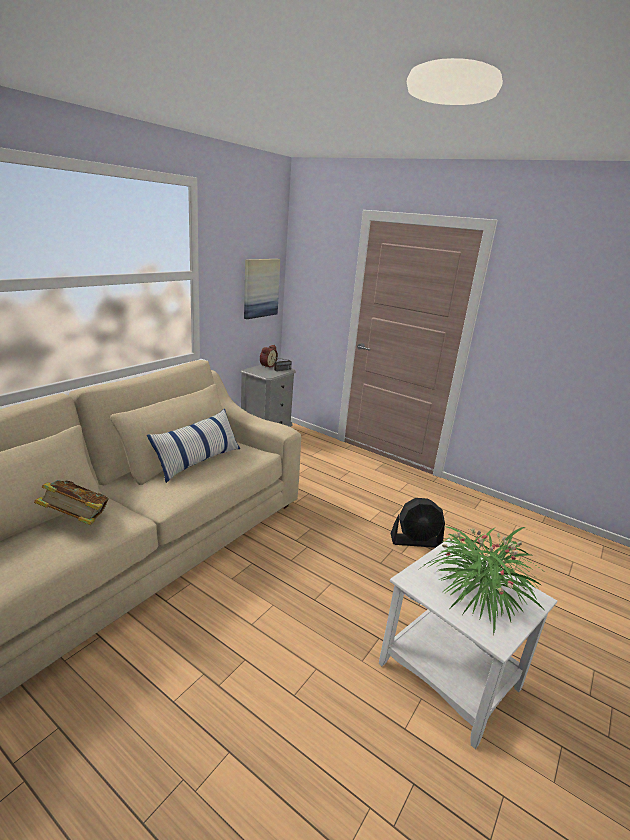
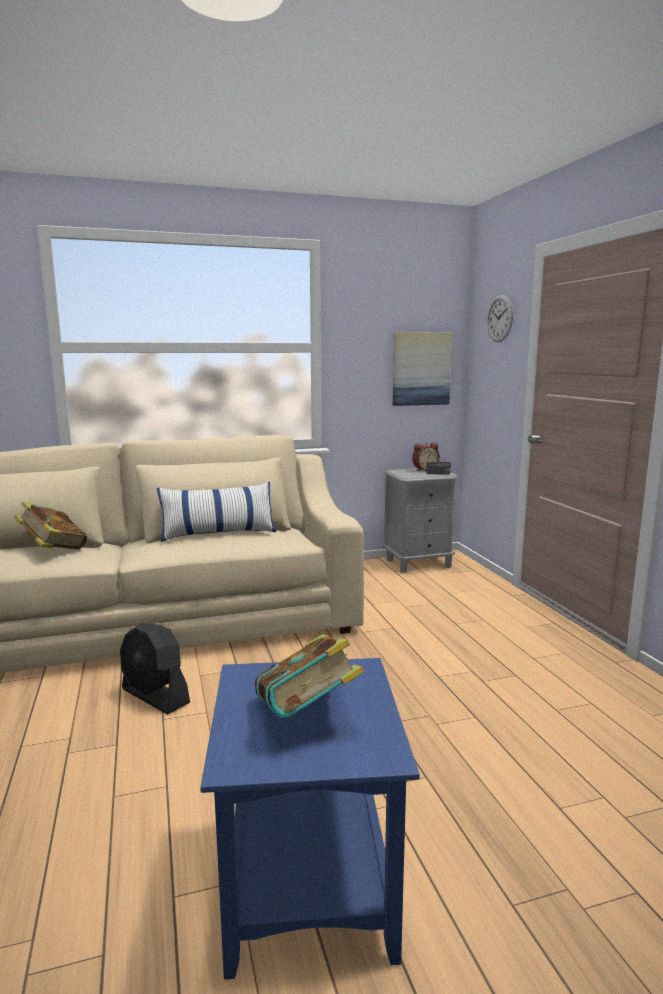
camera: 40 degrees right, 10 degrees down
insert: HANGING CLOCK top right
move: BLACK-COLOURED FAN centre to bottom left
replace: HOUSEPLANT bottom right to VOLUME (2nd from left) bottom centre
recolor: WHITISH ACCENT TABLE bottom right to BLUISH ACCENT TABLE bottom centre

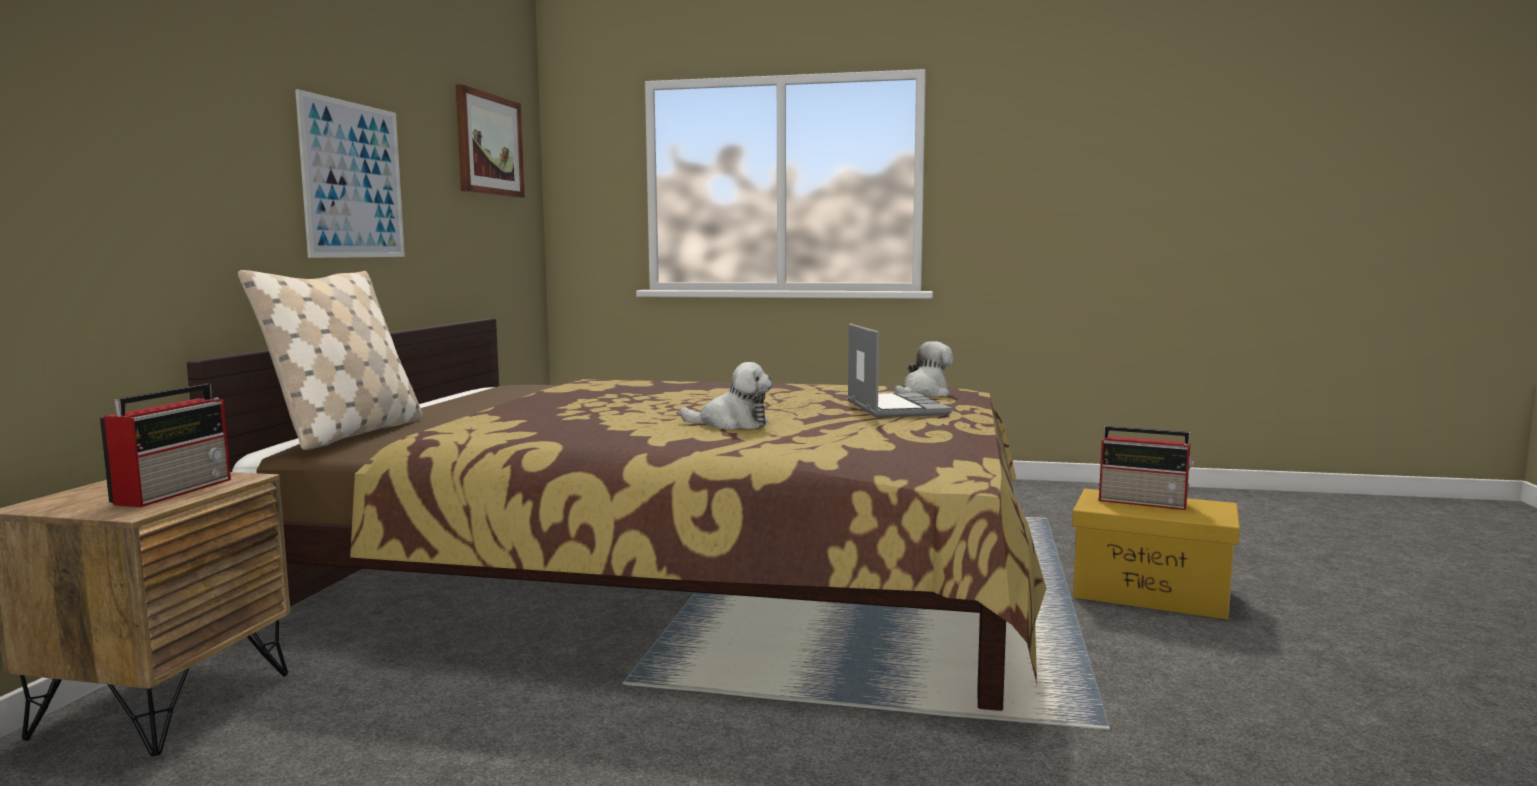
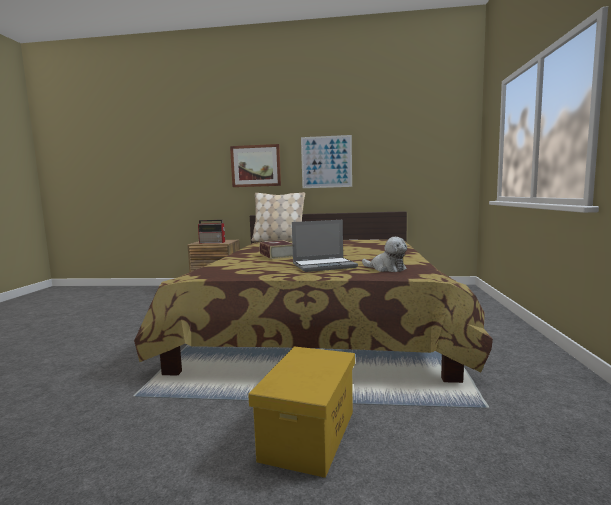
camera: 85 degrees right, 0 degrees up
delete: RADIO RECEIVER (2nd from left) middle right
move: WALL ART (2nd from left in the first image) top left to WALL ART (1st from left) top centre
replace: PLUSH TOY (1st from left) centre to VOLUME centre

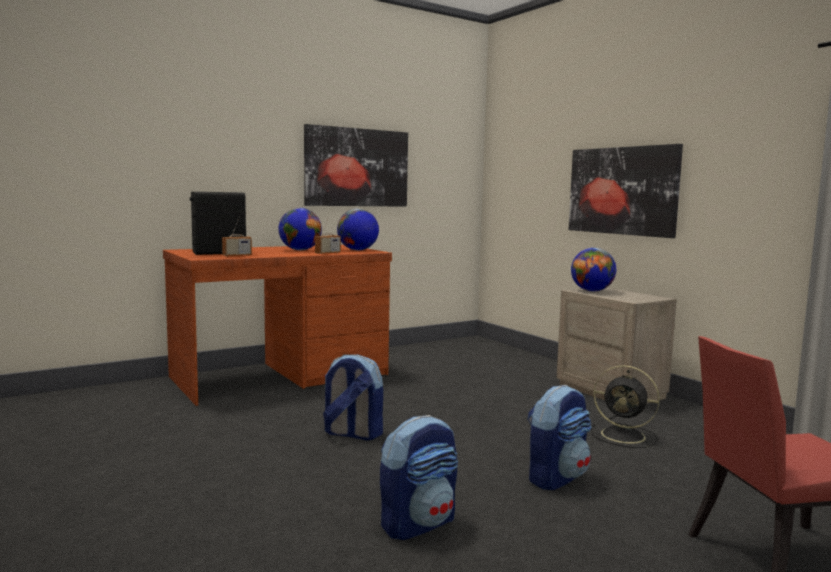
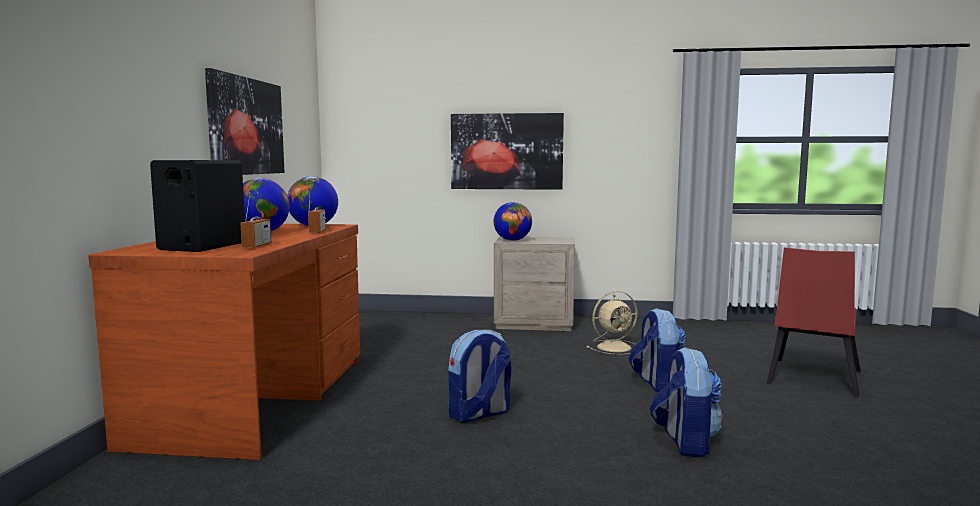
camera: 50 degrees left, 0 degrees up
recolor: BLACK-COLOURED FAN bottom right to SAND-COLOURED FAN centre

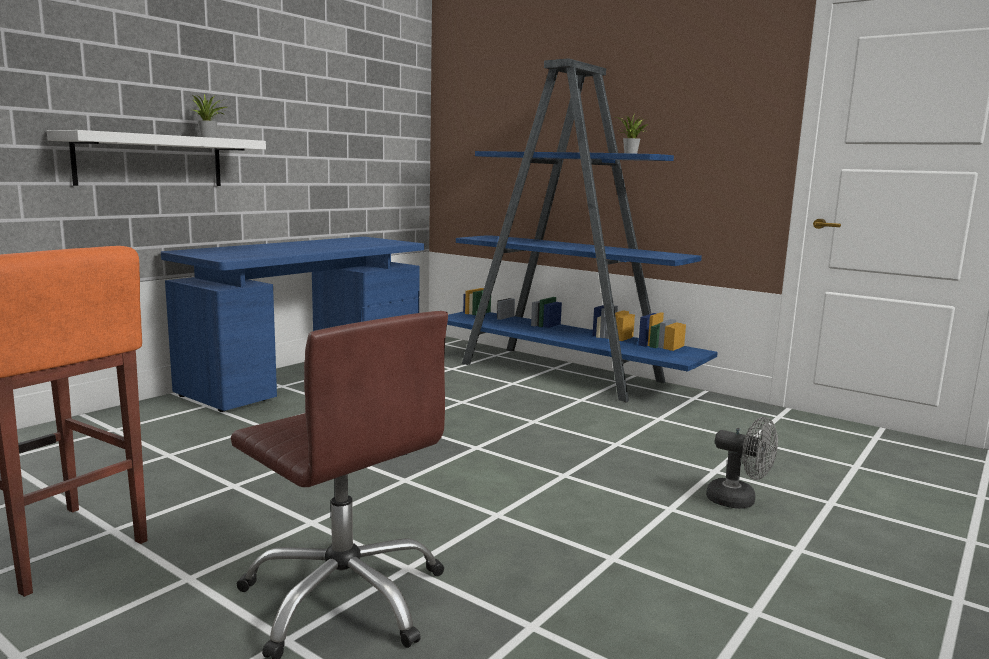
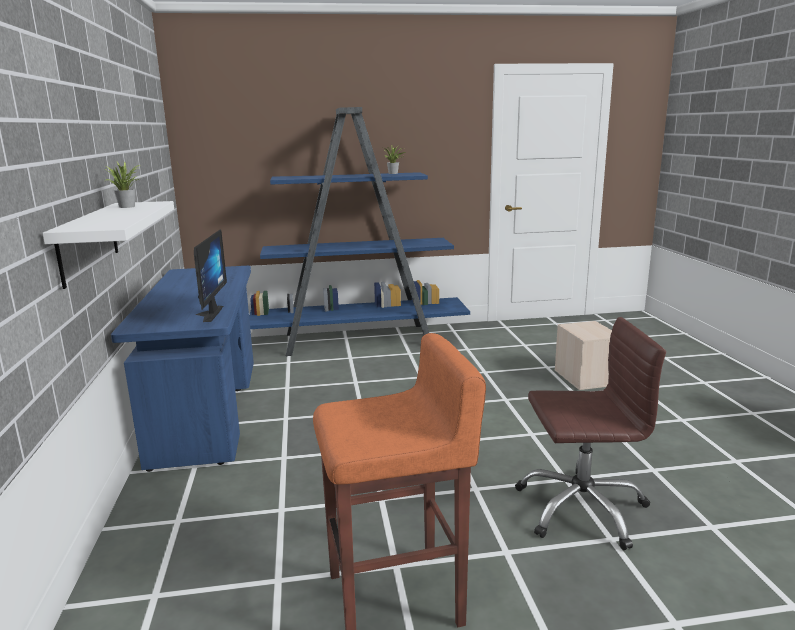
camera: 45 degrees left, 5 degrees up
insert: COMPUTER DISPLAY middle left
replace: GRAY FAN bottom right to SAND-COLOURED STORAGE BOX middle right

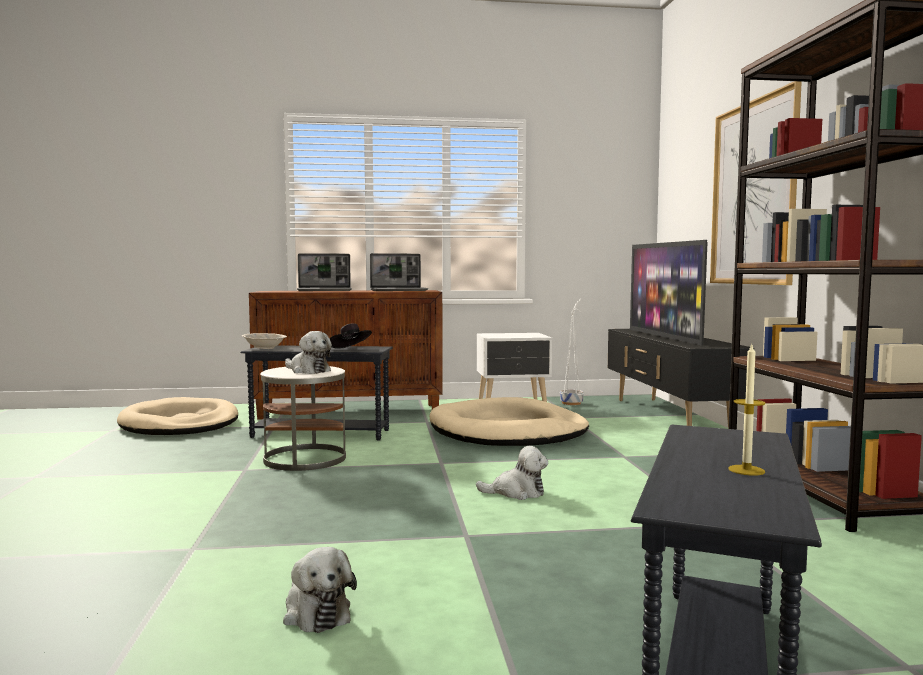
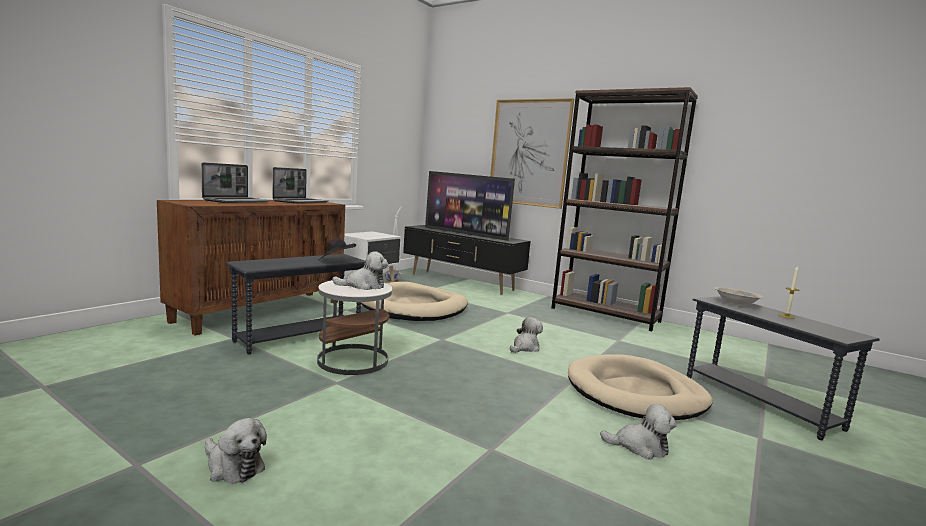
camera: 50 degrees left, 5 degrees up
insert: PLUSH TOY (1st from left) bottom left
move: SAND-COLOURED SERVING BOWL middle left to middle right; SAND-COLOURED PET BED (1st from left in the first image) middle left to SAND-COLOURED PET BED (2nd from left) bottom right

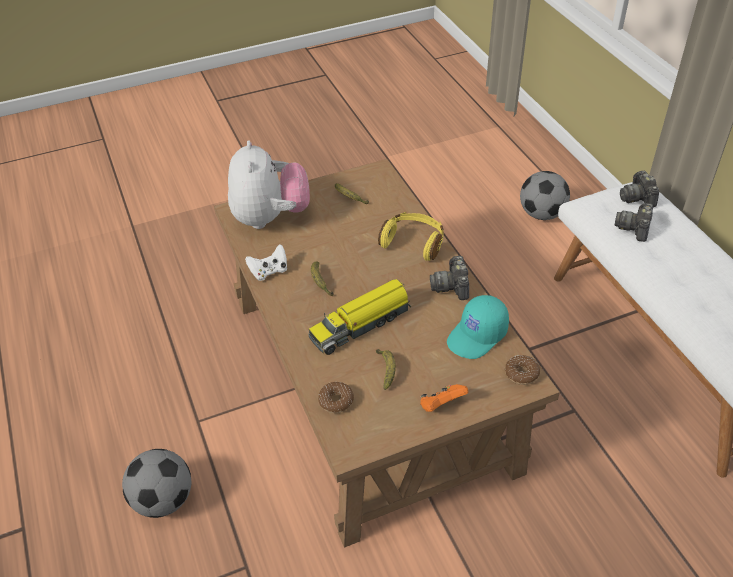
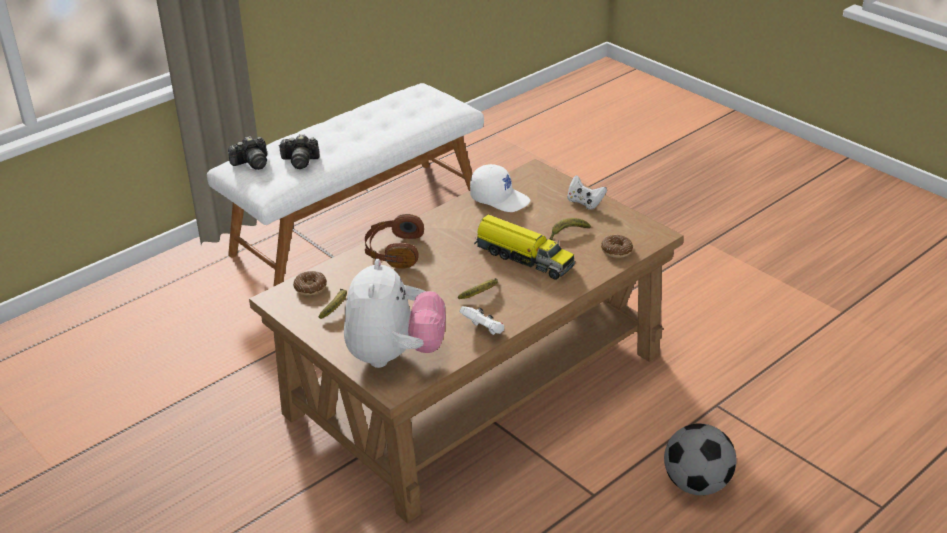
camera: 110 degrees left, 10 degrees down
delete: FOOTBALL BALL (2nd from left) middle right; STILL CAMERA (1st from left) centre
move: DOUGHNUT (2nd from left in the first image) middle right to DOUGHNUT (1st from left) middle left
recolor: YELLOWISH PAIR OF HEADPHONES centre to BROWN-COLOURED PAIR OF HEADPHONES centre; TURQUOISE PEAKED CAP centre to WHITISH PEAKED CAP centre; ORANGE GAMEPAD bottom centre to WHITISH GAMEPAD (2nd from left) centre
rotate: PLUSH TOY top centre = centre 120 degrees clockwise

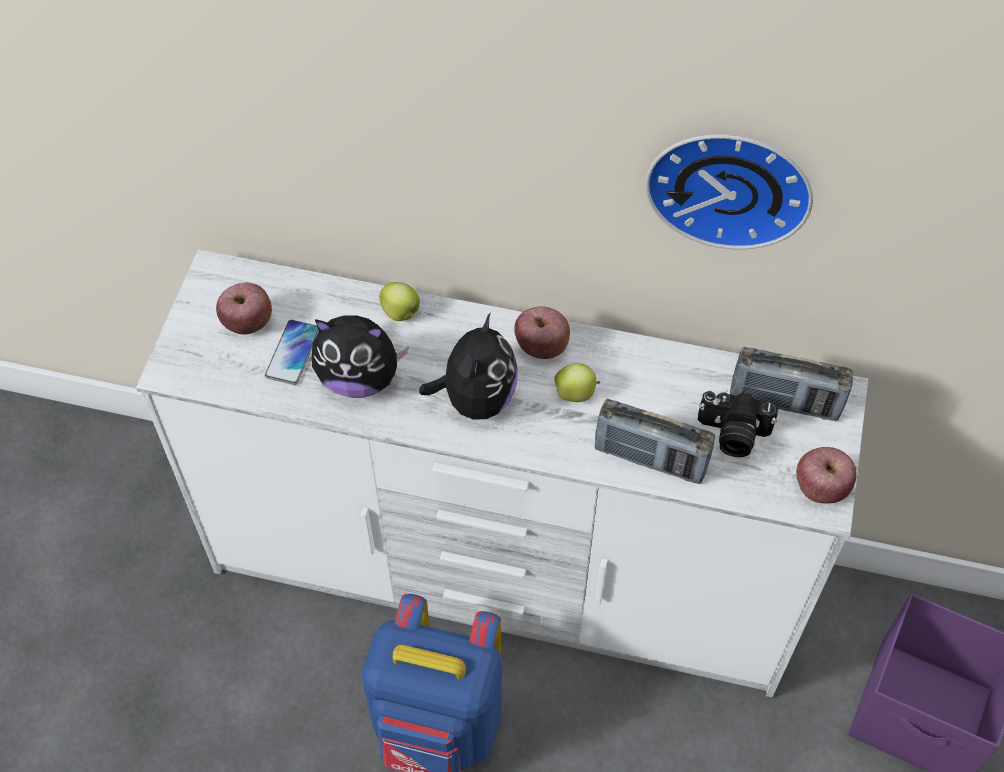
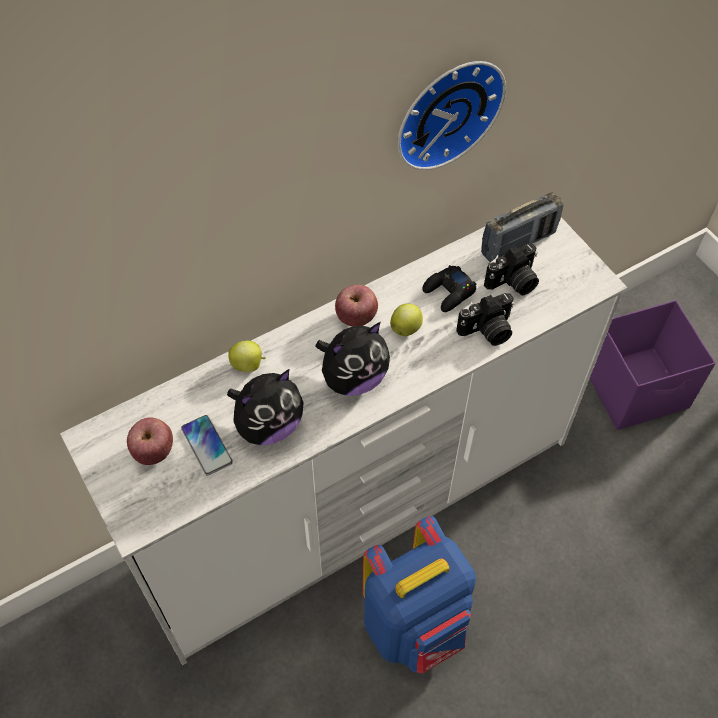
camera: 45 degrees left, 0 degrees up
delete: APPLE (5th from left) middle right
insert: BLACK-COLOURED GAMEPAD centre
replace: RADIO RECEIVER (1st from left) centre to STILL CAMERA (1st from left) middle right
rotate: PLUSH TOY (2nd from left) centre = centre 90 degrees clockwise

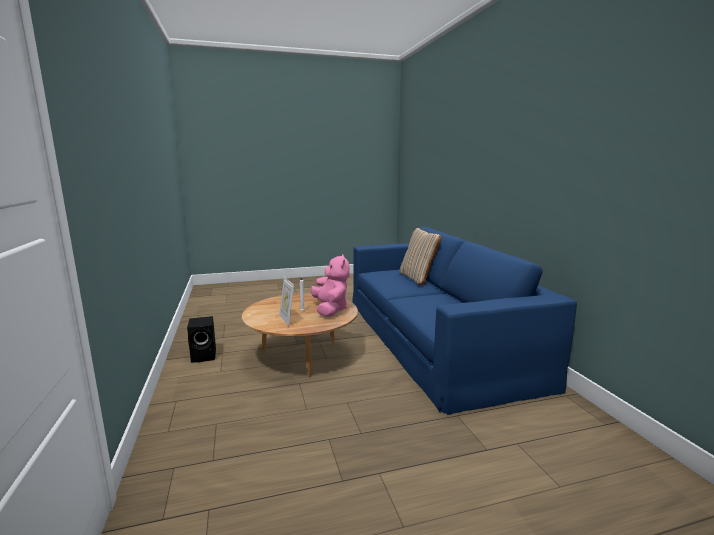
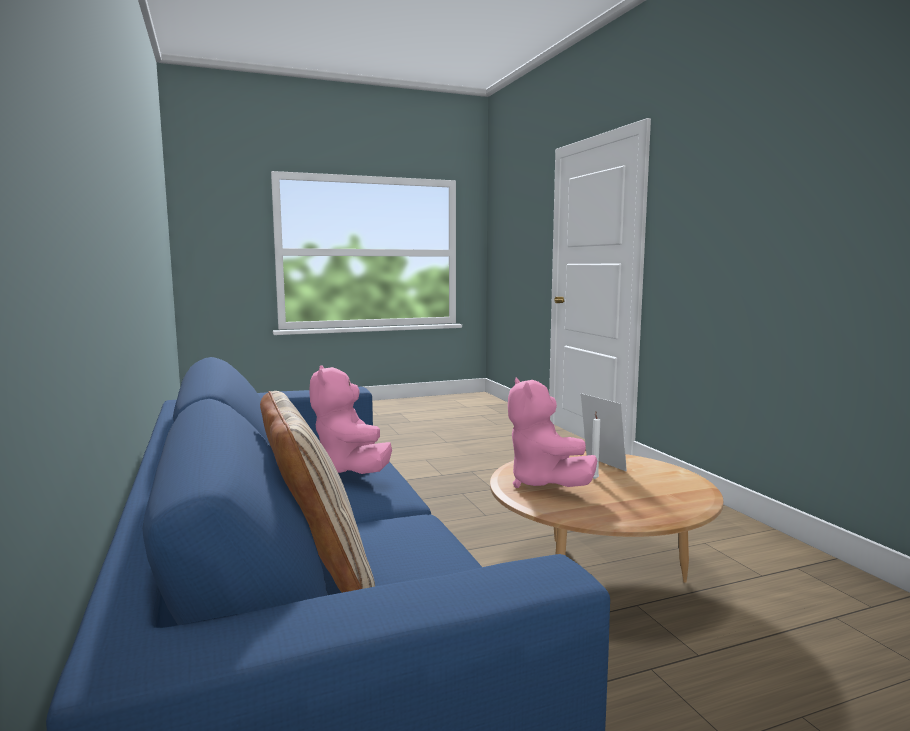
camera: 175 degrees right, 5 degrees down
delete: BLACK-COLOURED AUDIO SPEAKER middle left
insert: PINK PLUSH TOY (1st from left) centre

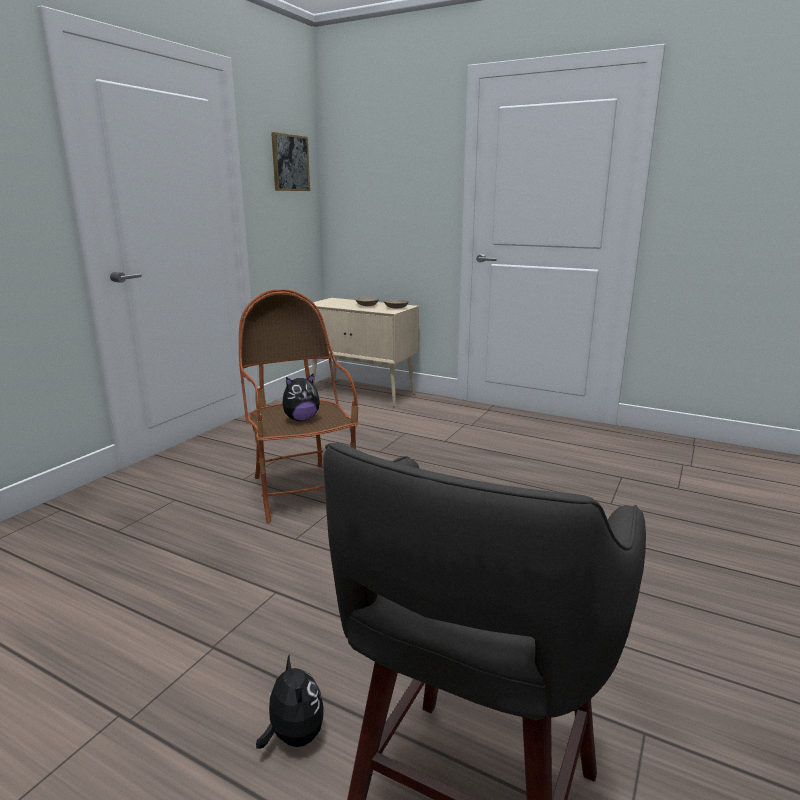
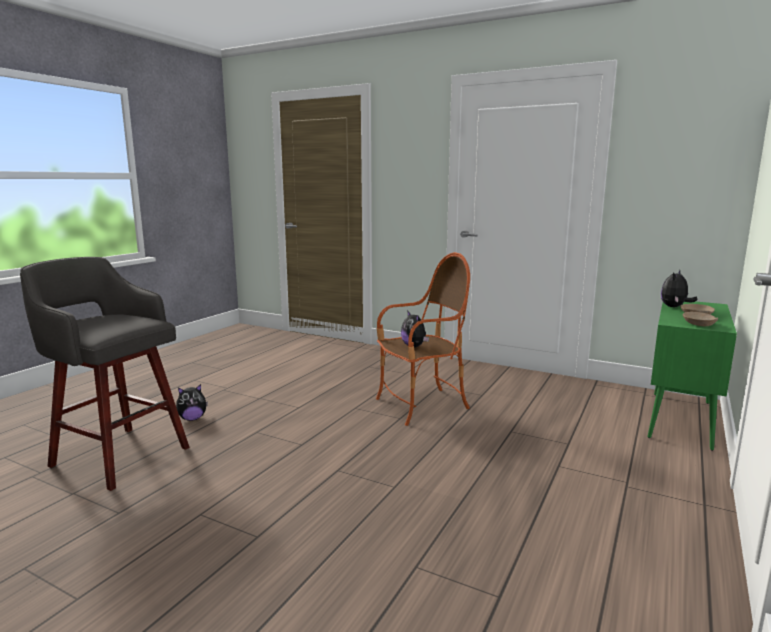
camera: 90 degrees right, 5 degrees down
delete: WALL ART top centre
insert: PLUSH TOY (3rd from left) middle right
recolor: SAND-COLOURED STORAGE CABINET centre to GREEN-COLOURED STORAGE CABINET middle right

